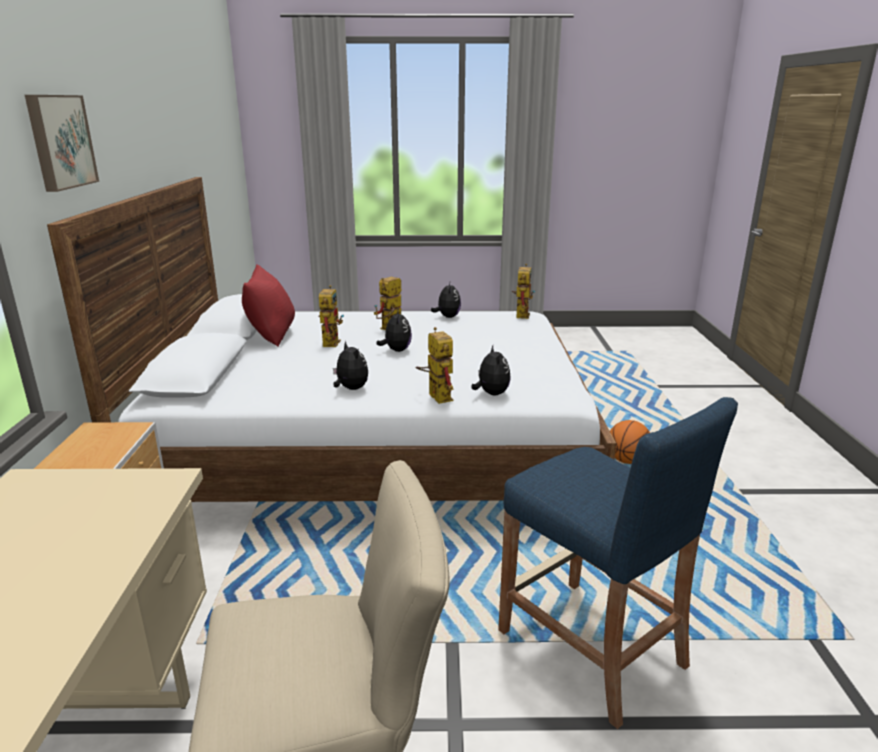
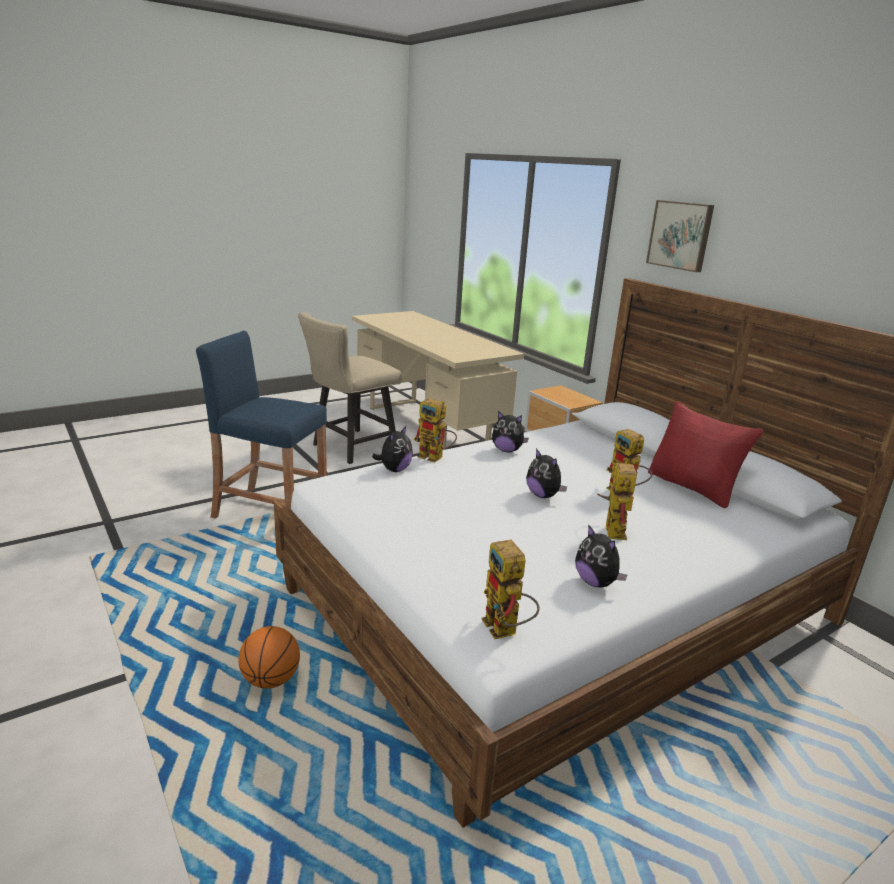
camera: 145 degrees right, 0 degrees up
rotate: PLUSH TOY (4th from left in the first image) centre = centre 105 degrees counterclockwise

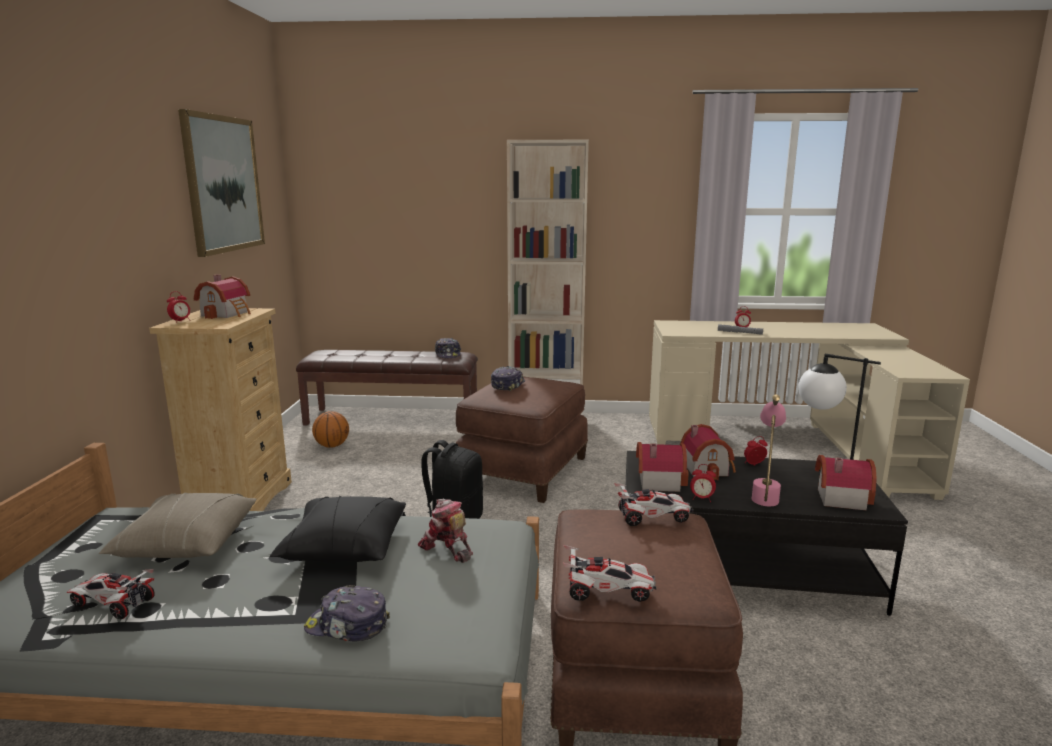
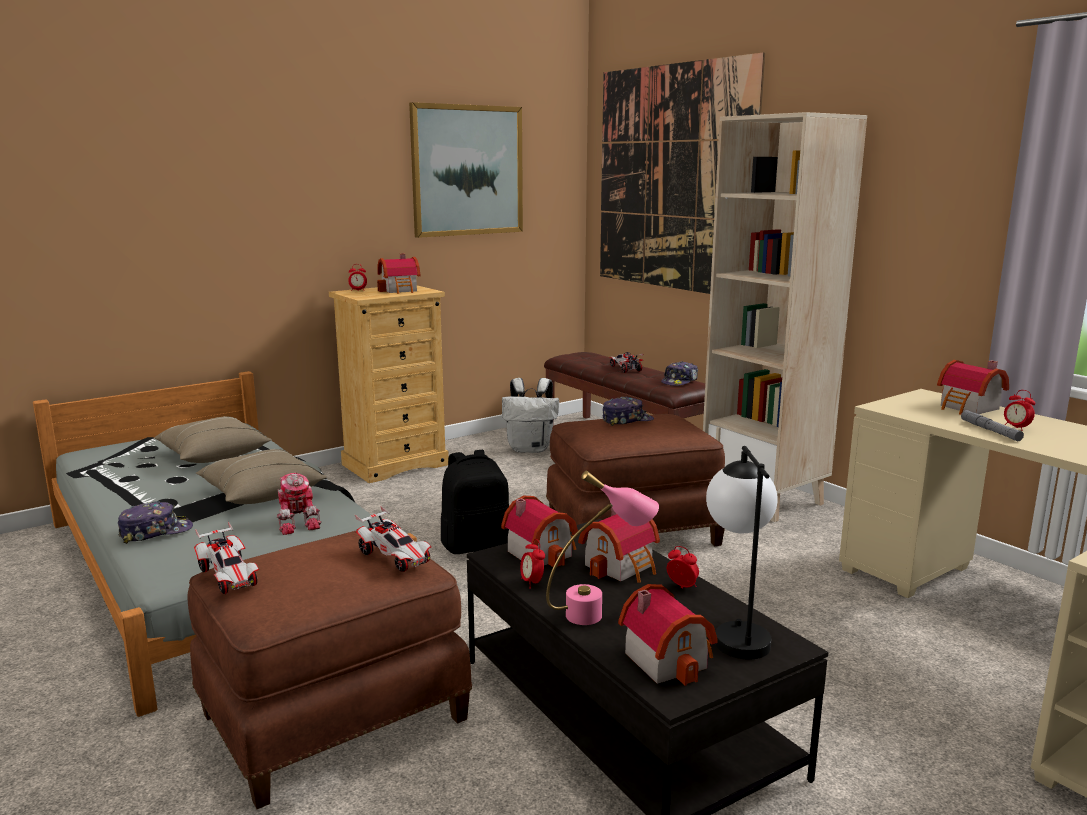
camera: 50 degrees right, 0 degrees up
insert: WALL ART (2nd from left) top centre; MINIATURE HOUSE (5th from left) middle right
move: MINIATURE CAR (1st from left in the first image) bottom left to MINIATURE CAR (3rd from left) centre
replace: BALL FOR BASKETBALL middle left to WHITISH KNAPSACK centre
recolor: BLACK-COLOURED PILLOW bottom left to SAND-COLOURED PILLOW (2nd from left) middle left
rotate: ROBOT FIGURE bottom centre = middle left 150 degrees clockwise; PEAKED CAP (1st from left) bottom left = middle left 90 degrees clockwise

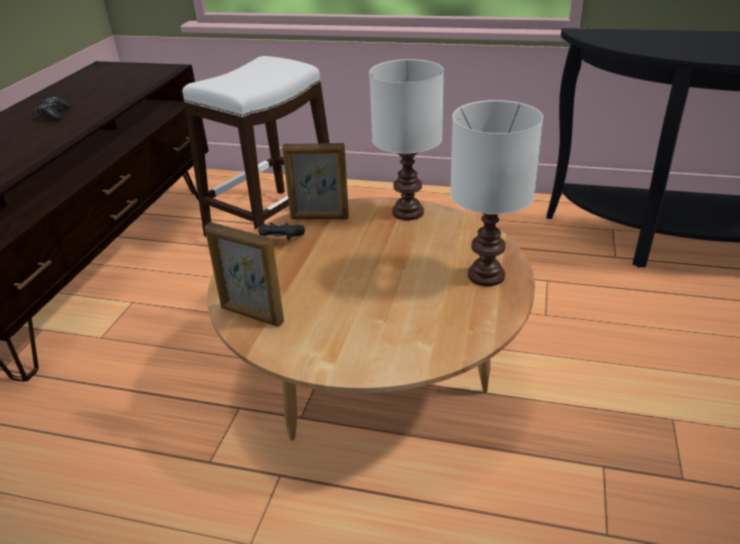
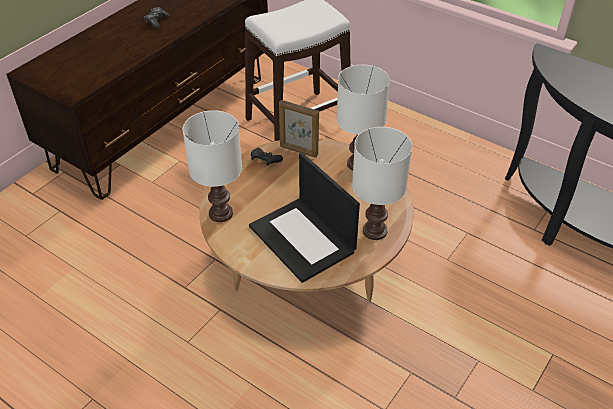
camera: 20 degrees right, 10 degrees up
insert: NOTEBOOK COMPUTER centre
replace: PICTURE FRAME (1st from left) middle left to WHITISH TABLE LAMP (1st from left) centre

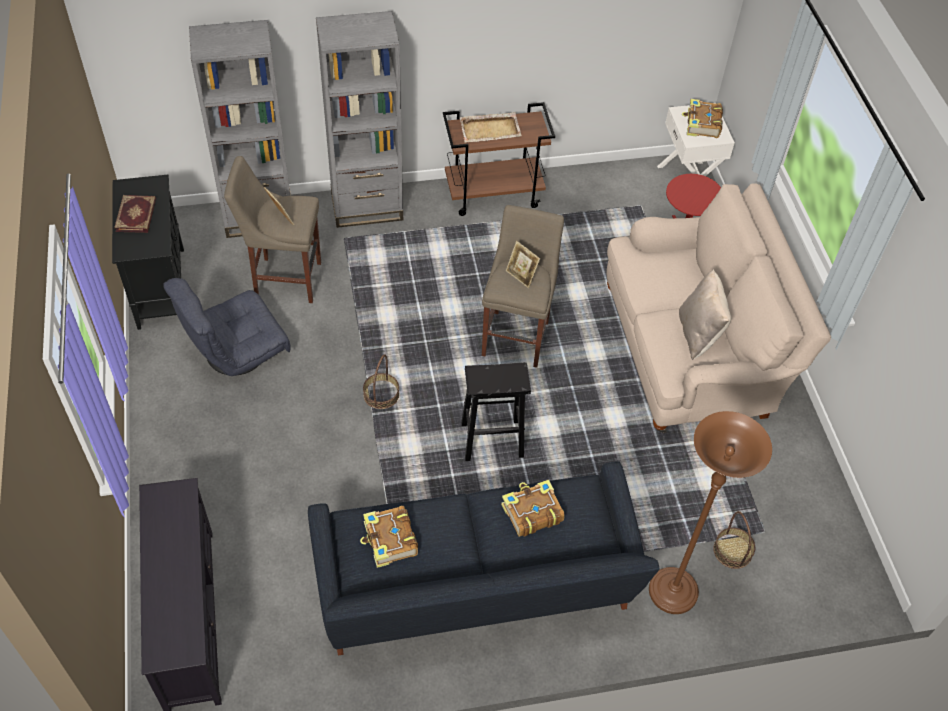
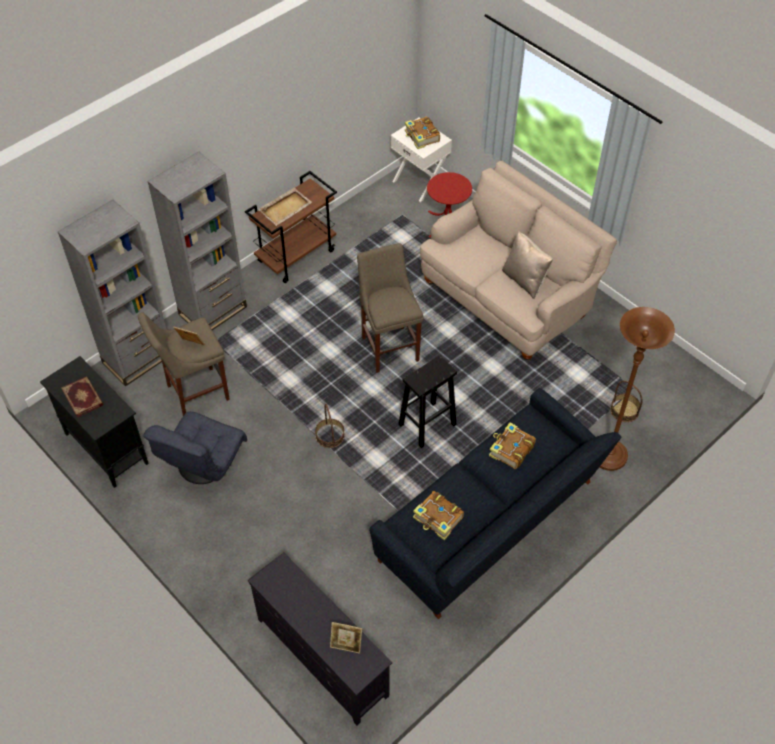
camera: 30 degrees left, 0 degrees up
move: PICTURE FRAME (2nd from left) centre to bottom centre

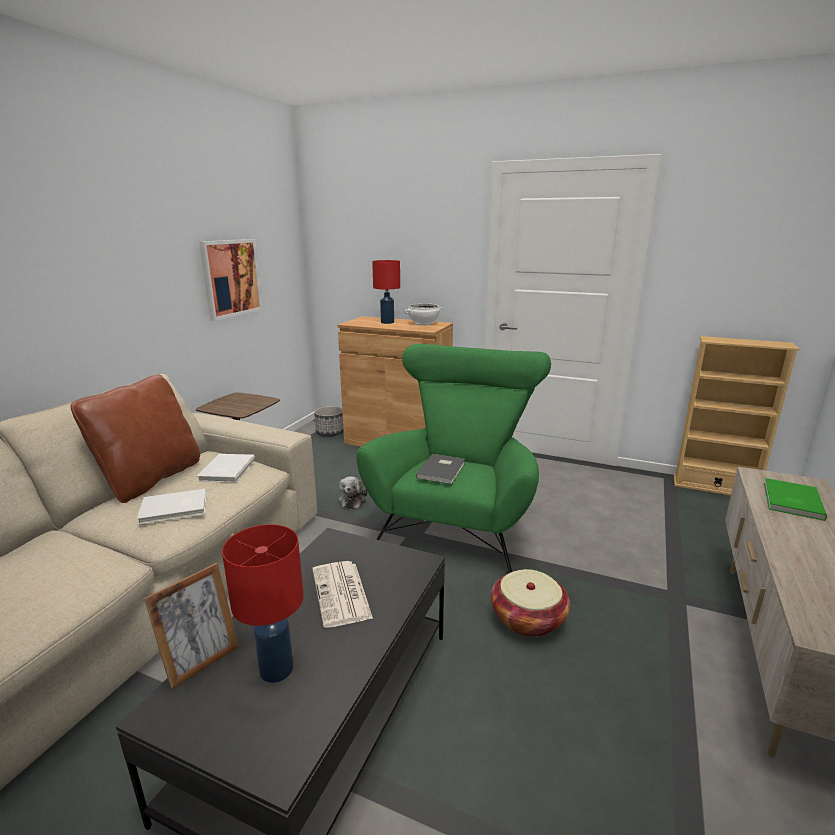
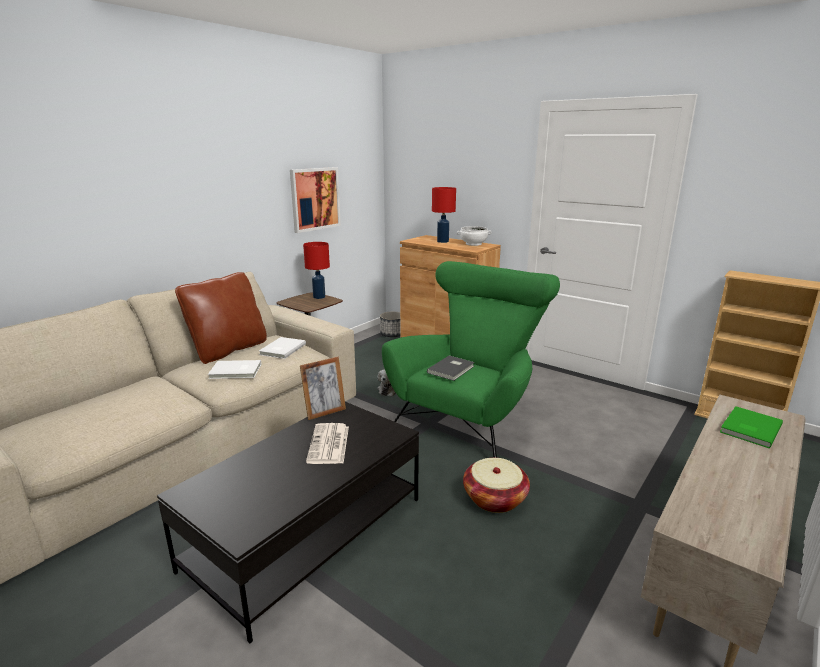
camera: 15 degrees right, 0 degrees up
move: RED-COLOURED TABLE LAMP (1st from left) bottom left to centre; PICTURE FRAME bottom left to centre

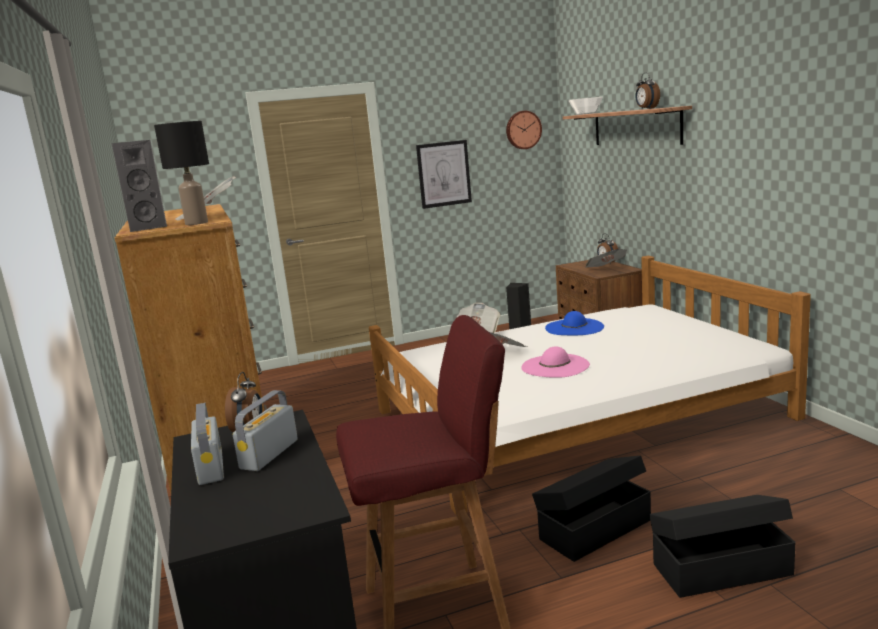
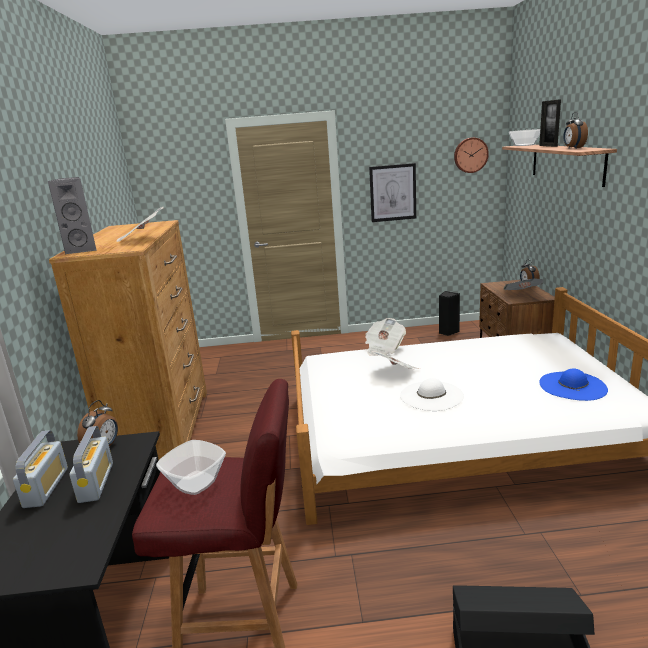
camera: 15 degrees right, 5 degrees up
delete: BLACK-COLOURED TABLE LAMP top left; BLACK-COLOURED STORAGE BOX (1st from left) bottom right
insert: PICTURE FRAME top right; SERVING BOWL (1st from left) bottom left
move: BLUISH WEARABLE HAT centre to middle right
recolor: PINK WEARABLE HAT centre to WHITISH WEARABLE HAT middle right
rotate: RADIO RECEIVER (2nd from left) bottom left = bottom left 135 degrees clockwise

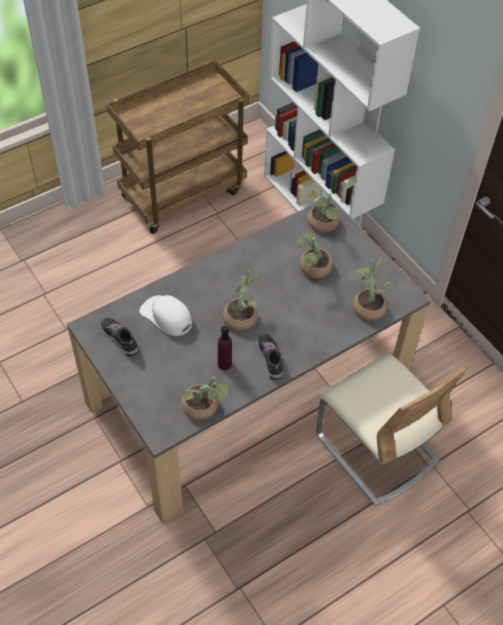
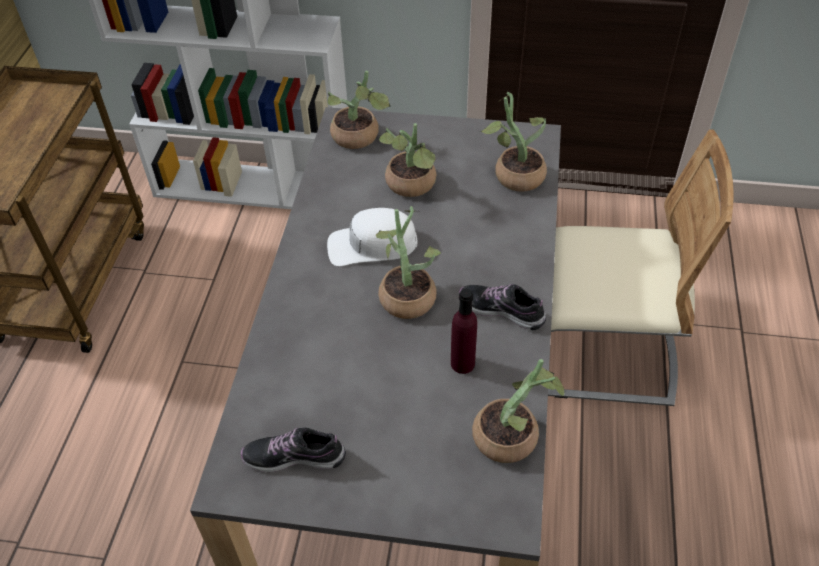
camera: 45 degrees left, 5 degrees down
move: WHITISH PEAKED CAP middle left to centre

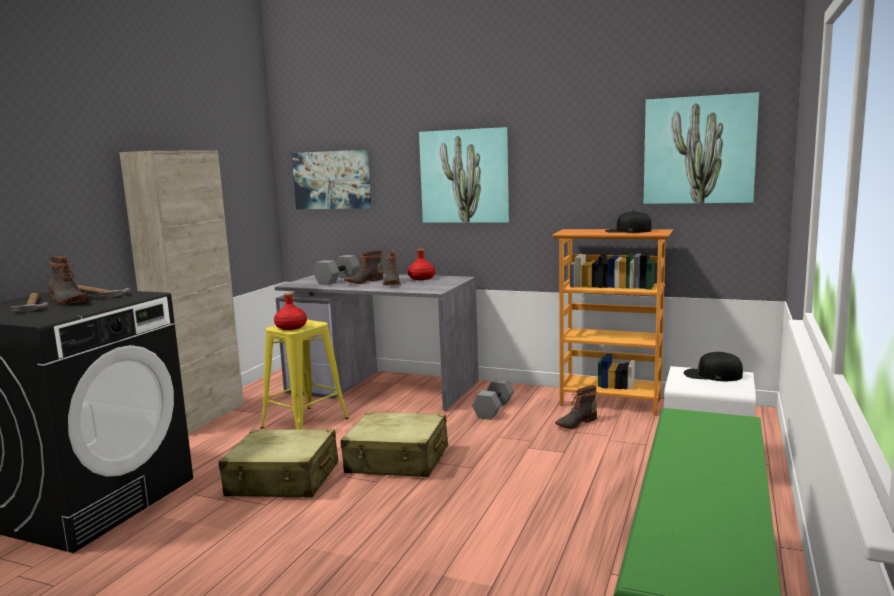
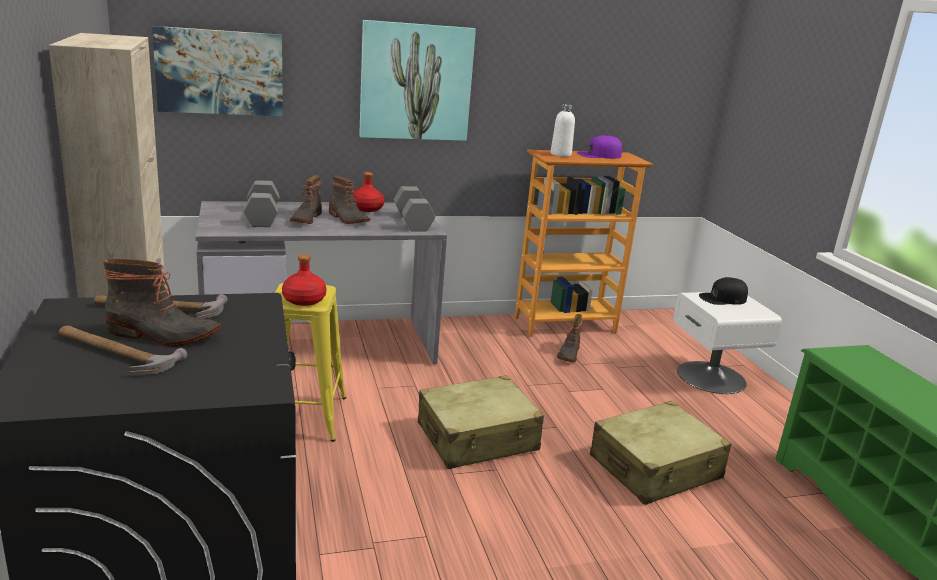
camera: 40 degrees left, 10 degrees up
delete: WALL ART (3rd from left) top right
insert: WHITISH DRINK BOTTLE top centre
move: GRAY HAND WEIGHT (2nd from left) bottom centre to centre; SAND-COLOURED TRAVEL CASE (1st from left in the first image) bottom left to SAND-COLOURED TRAVEL CASE (2nd from left) bottom right
recolor: BLACK-COLOURED PEAKED CAP (1st from left) middle right to PURPLE PEAKED CAP top centre

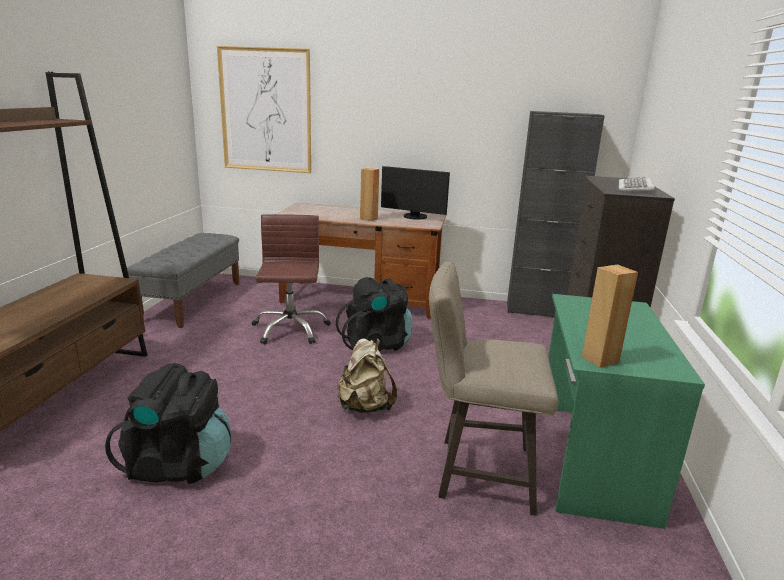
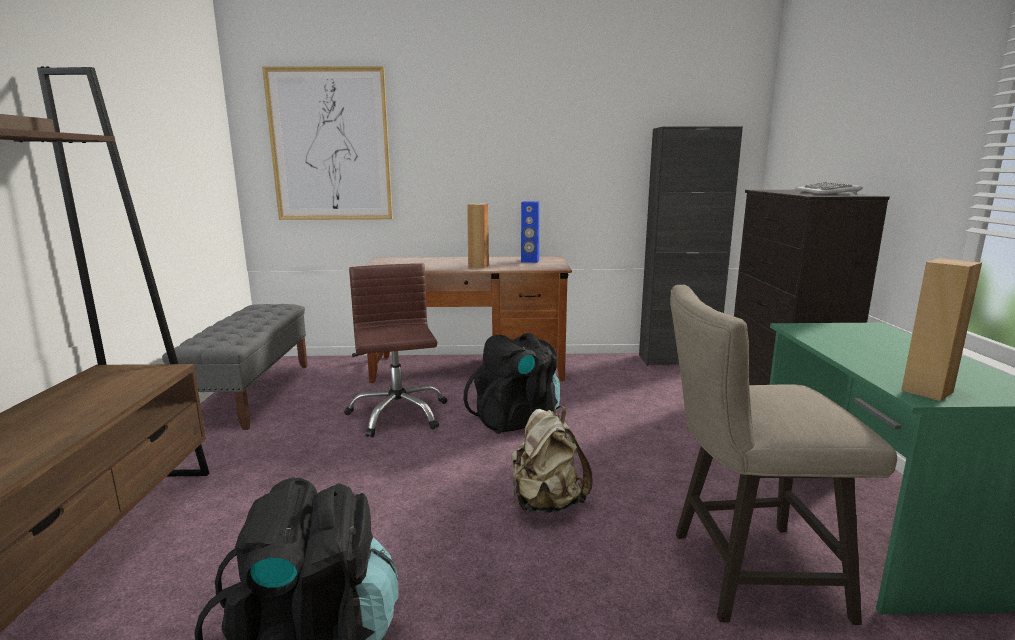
camera: 10 degrees left, 5 degrees down
replace: COMPUTER DISPLAY top centre to BLUISH AUDIO SPEAKER centre

